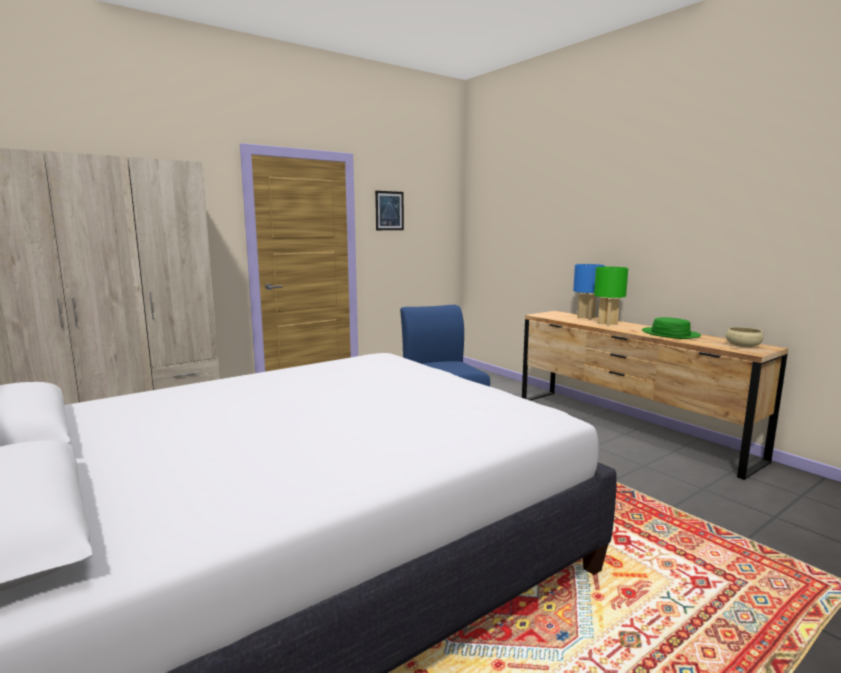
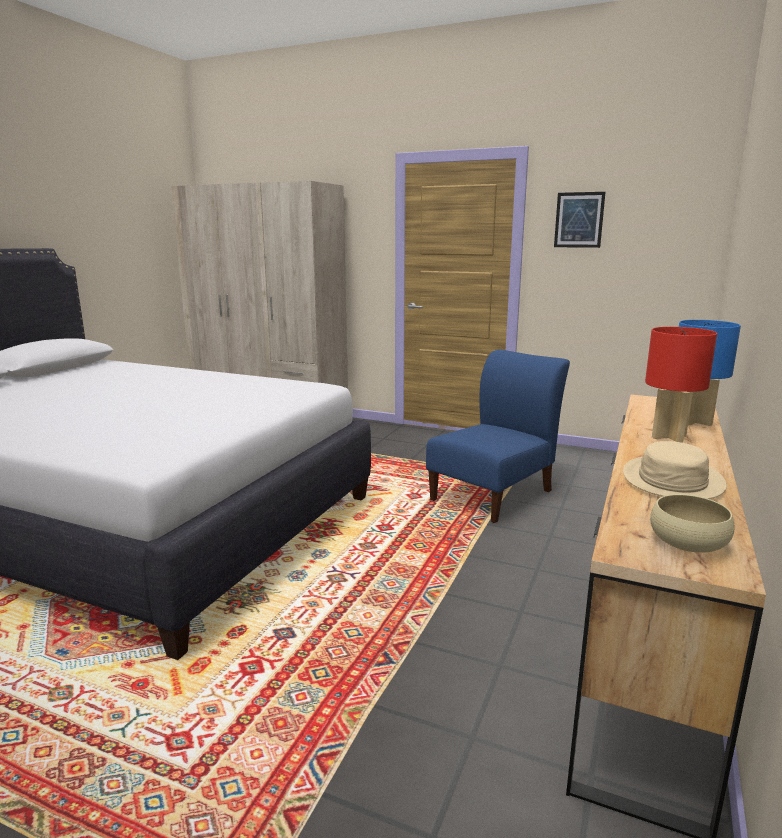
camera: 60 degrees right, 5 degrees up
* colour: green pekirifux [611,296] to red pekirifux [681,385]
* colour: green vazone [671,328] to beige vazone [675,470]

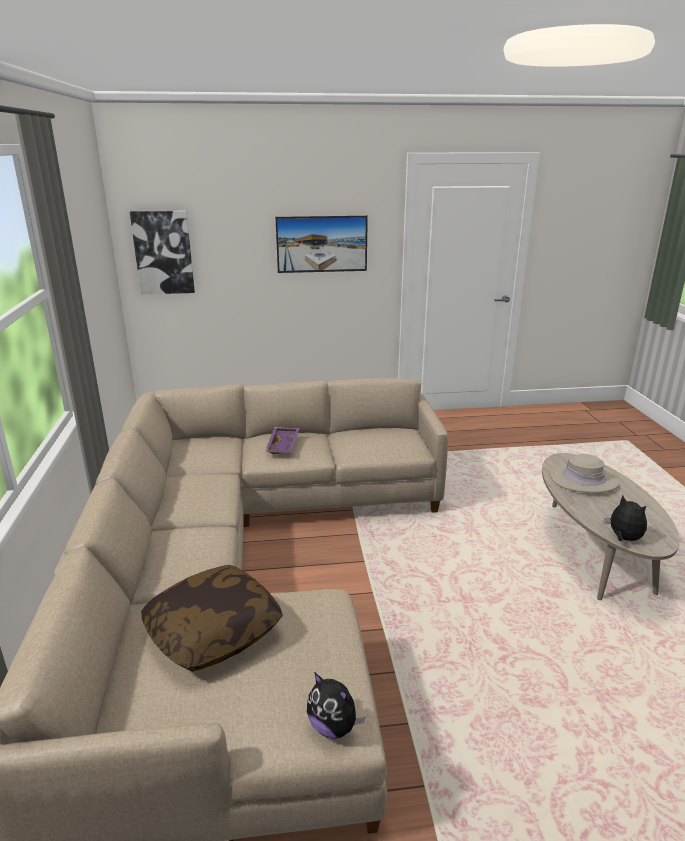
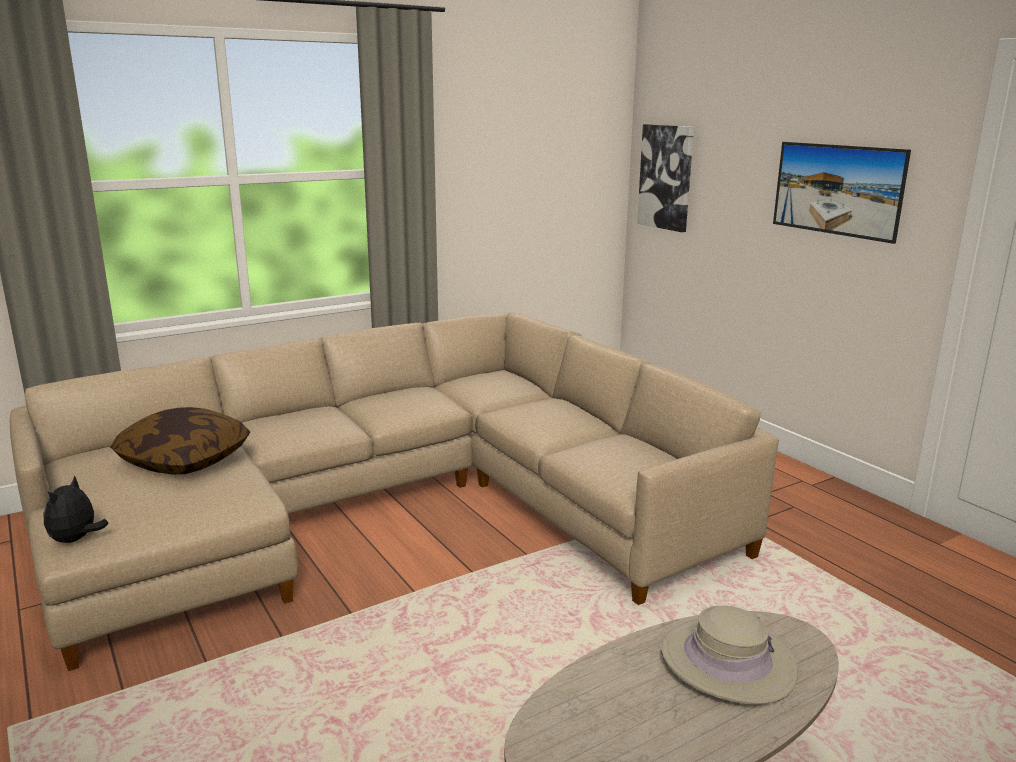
camera: 65 degrees right, 5 degrees down
* missing: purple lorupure [282,440]
* missing: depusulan [625,518]

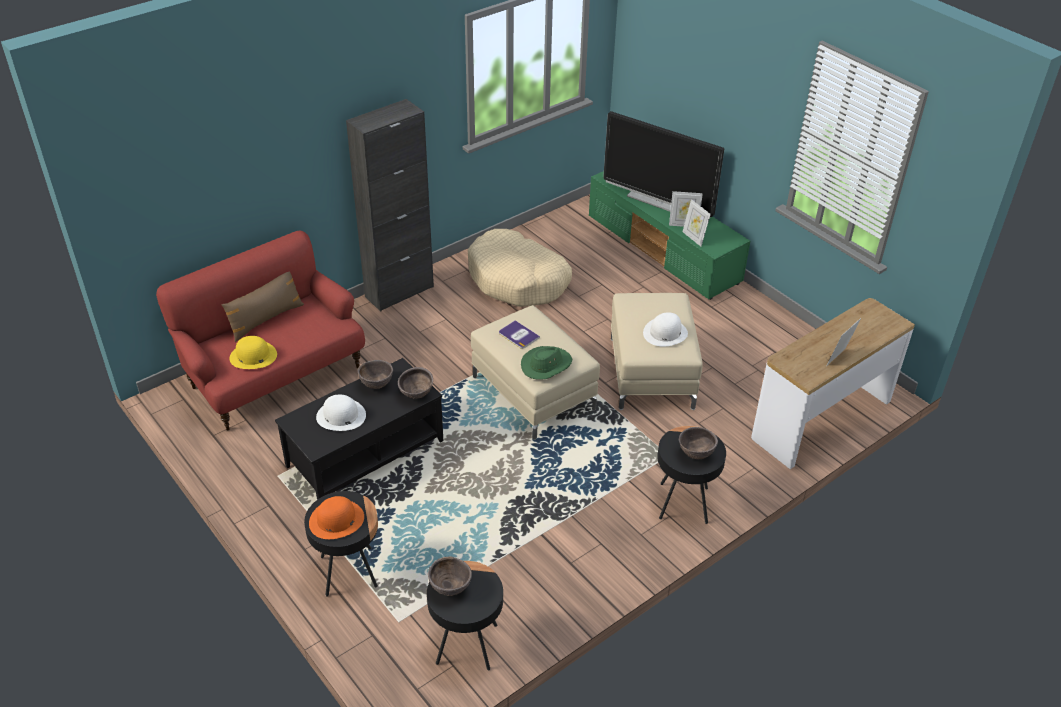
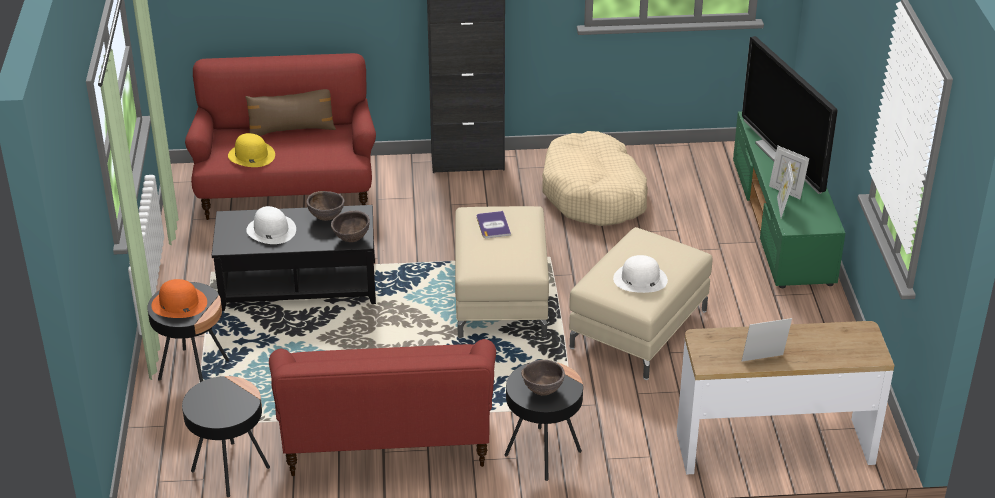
camera: 35 degrees right, 5 degrees down
* missing: green vazone [546,363]
* missing: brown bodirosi [450,576]
* appeared: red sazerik [382,407]

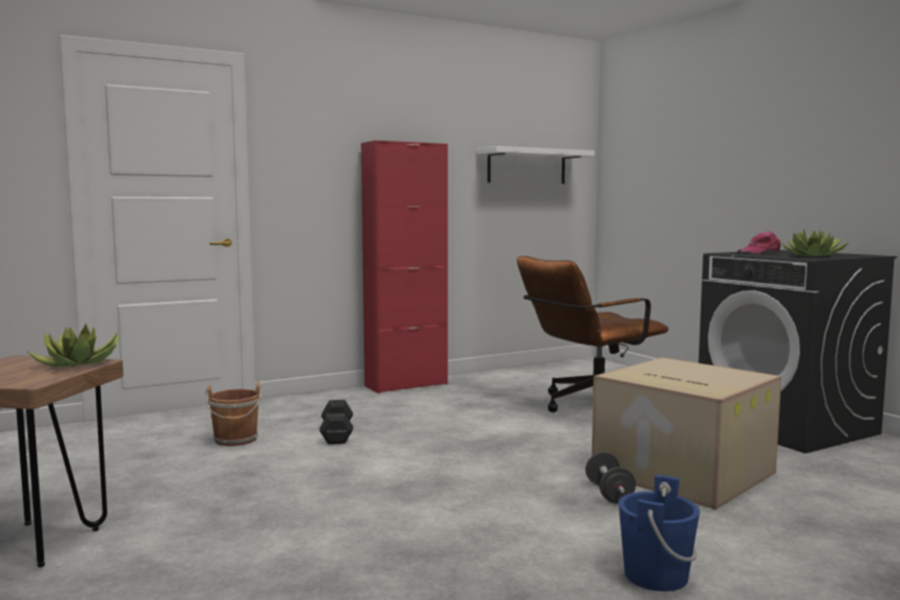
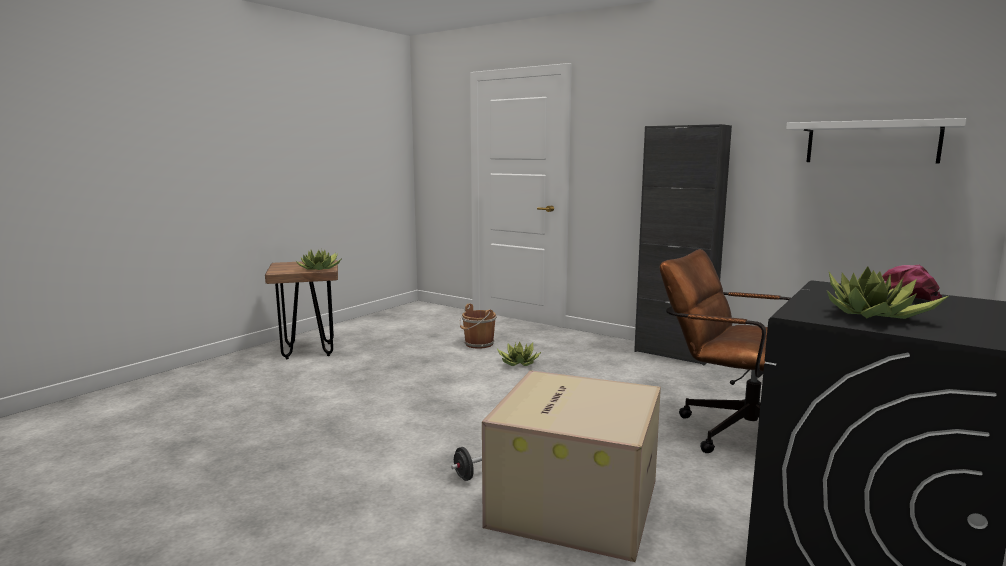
camera: 65 degrees right, 5 degrees up
* colour: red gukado [404,267] to black gukado [683,244]
* exchanged: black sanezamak [336,422] to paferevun [519,353]
* missing: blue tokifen [659,533]

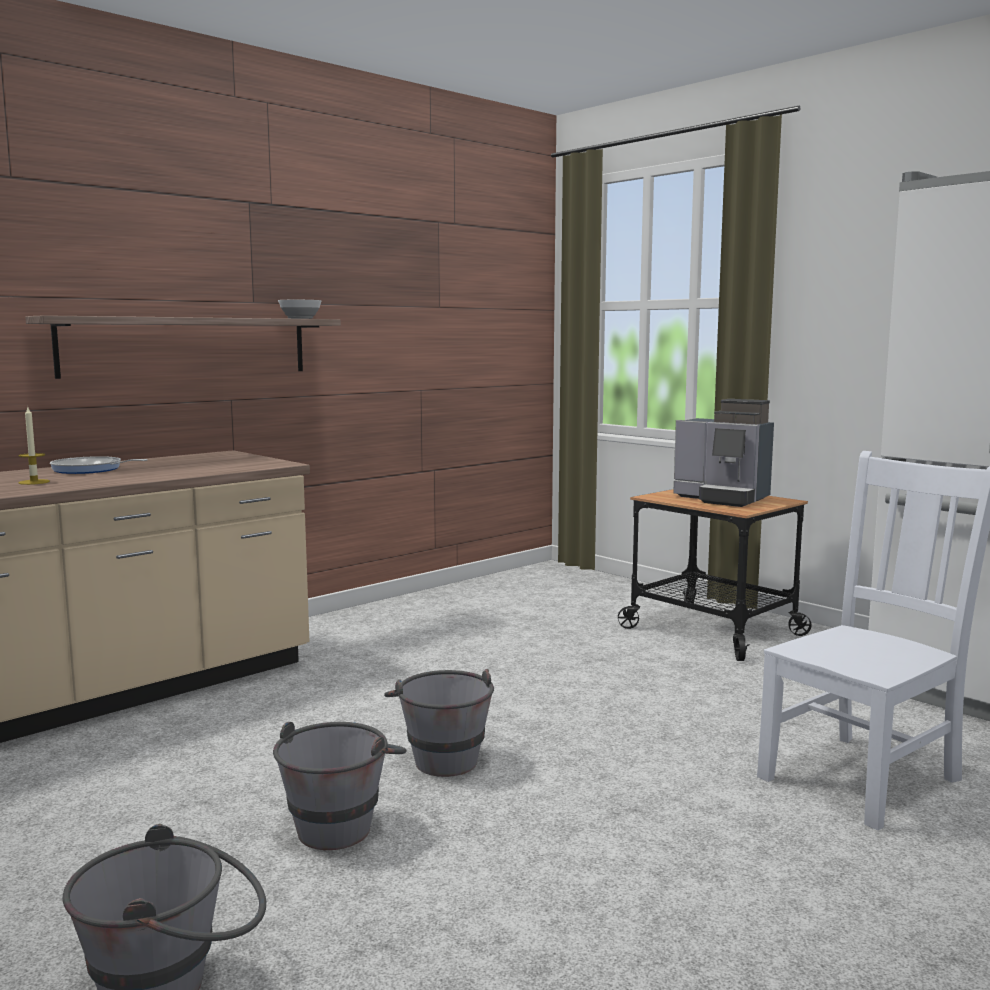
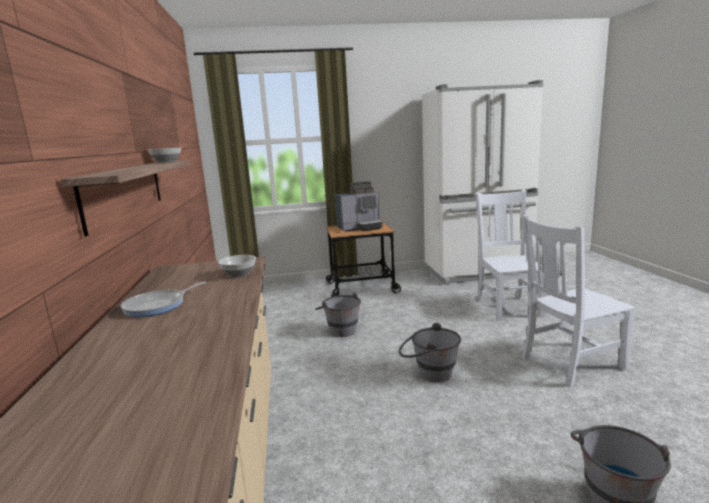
camera: 55 degrees left, 5 degrees up
* missing: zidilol [34,446]
* relocated: grey tokifen [340,786] to [338,315]
* appeared: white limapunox [579,301]
* appeared: bodirosi [237,266]

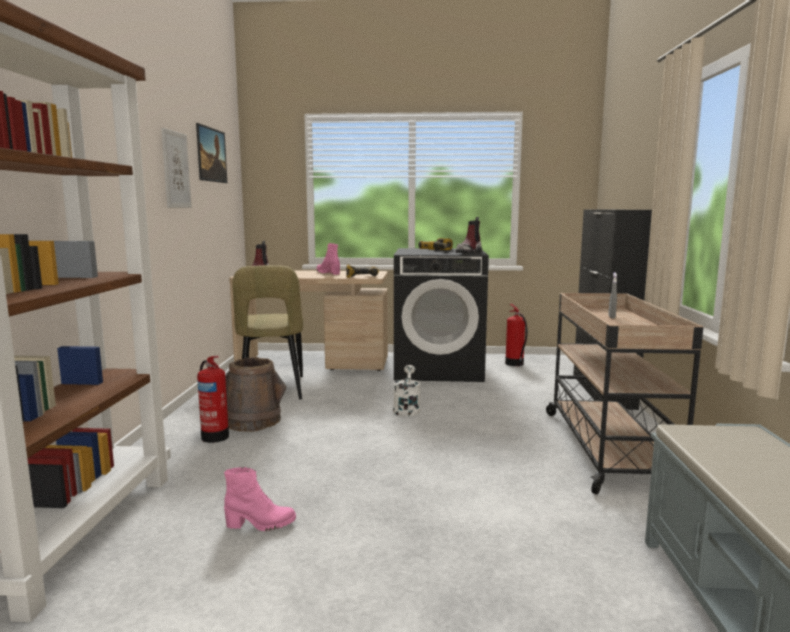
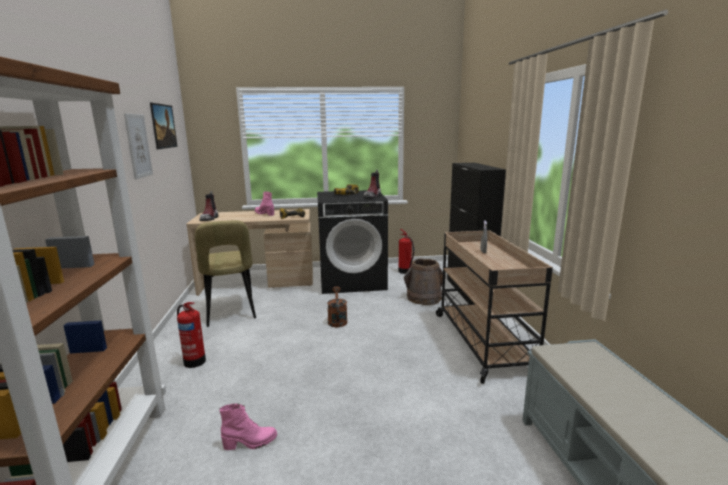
camera: 10 degrees left, 5 degrees up
* relocated: brown tokifen [255,394] to [425,281]
* colour: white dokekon [406,391] to brown dokekon [337,306]

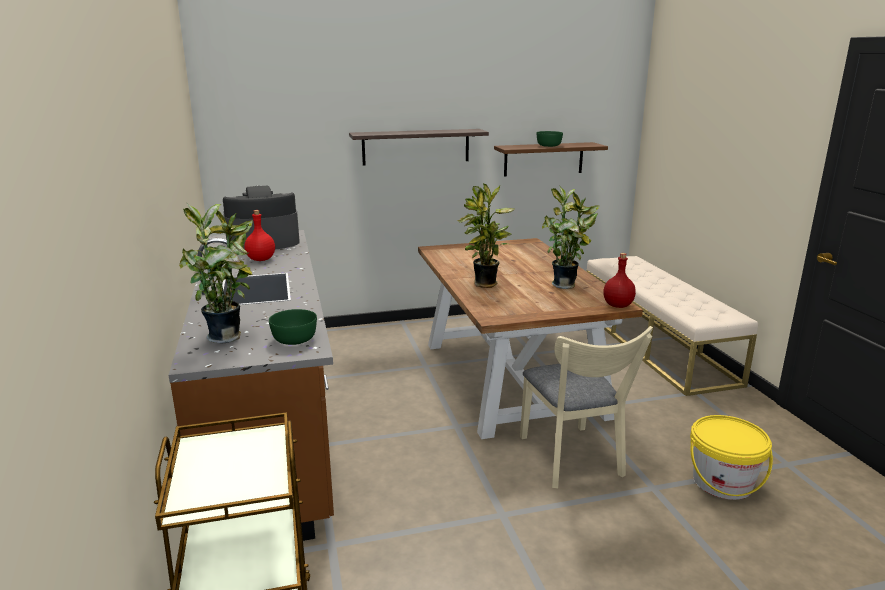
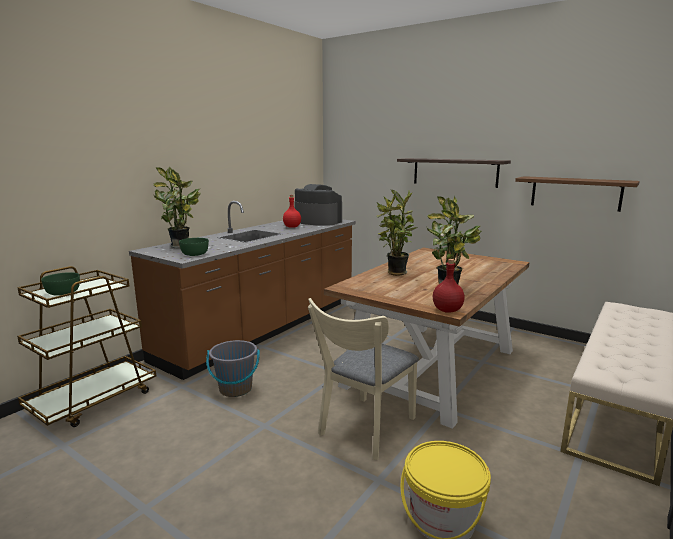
camera: 50 degrees right, 5 degrees down
* relocated: green bodirosi [550,139] to [60,283]
* appeared: grey tokifen [233,368]

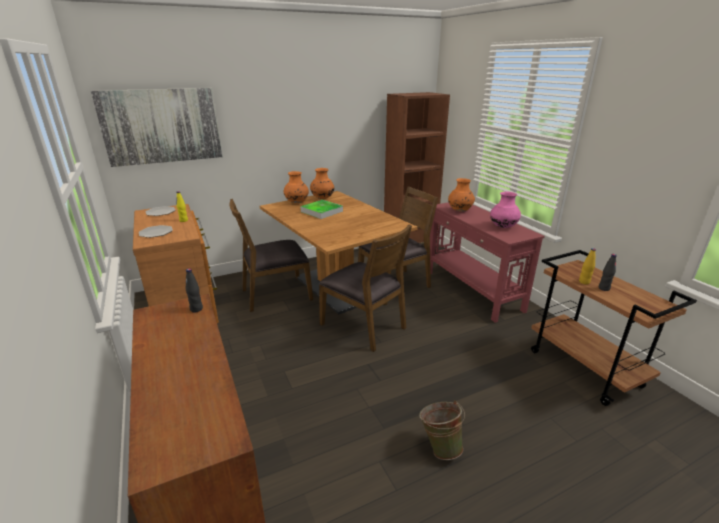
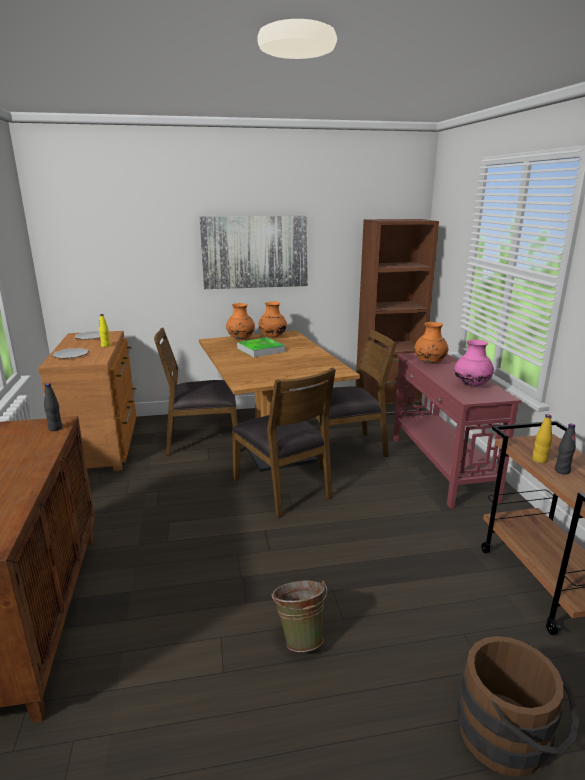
camera: 15 degrees right, 5 degrees down
* relocated: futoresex [156,127] to [254,252]
* appeared: brown tokifen [518,706]

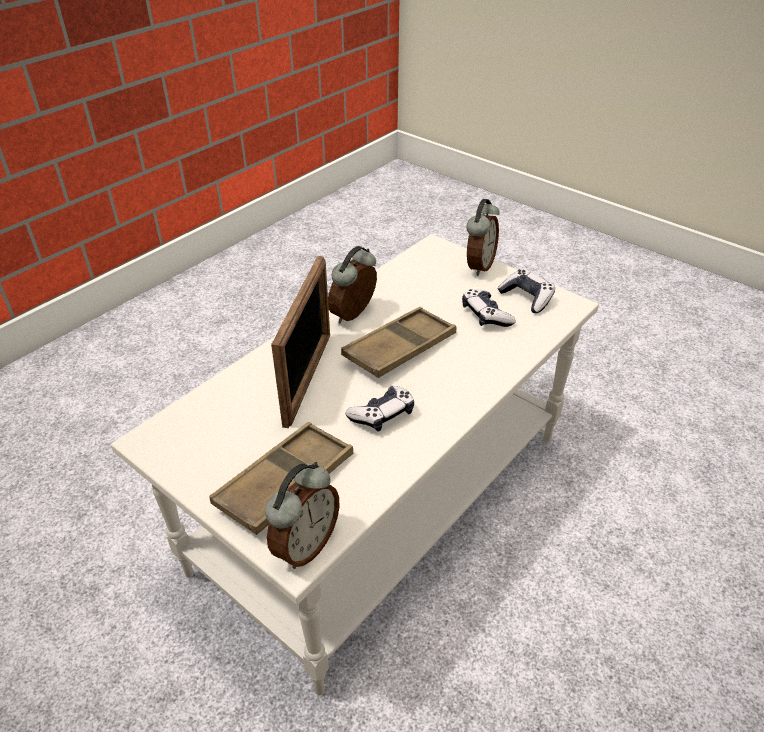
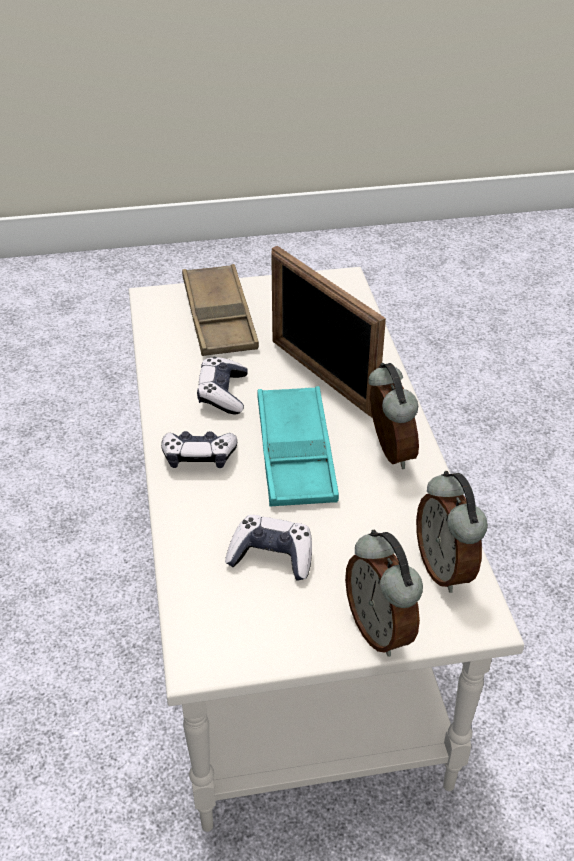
camera: 130 degrees right, 0 degrees up
* relocated: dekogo [526,291] to [199,449]
* colour: brown lorupure [399,342] to turquoise lorupure [298,446]
* relocated: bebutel [302,515] to [452,532]

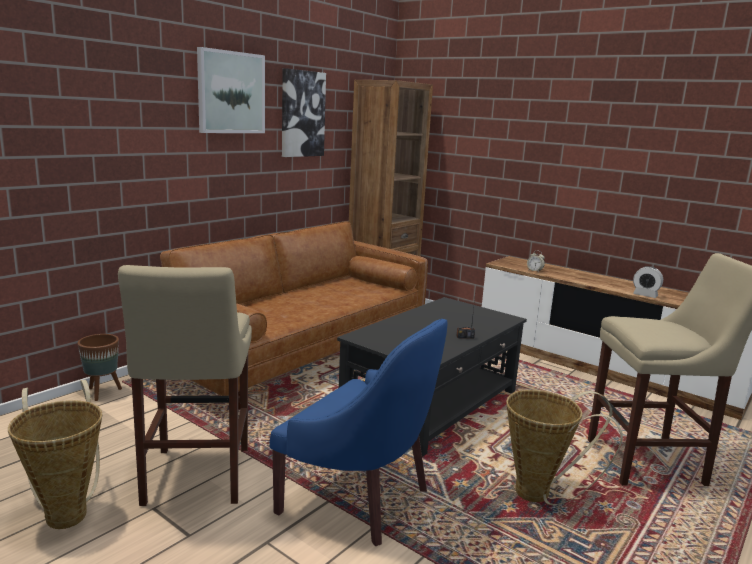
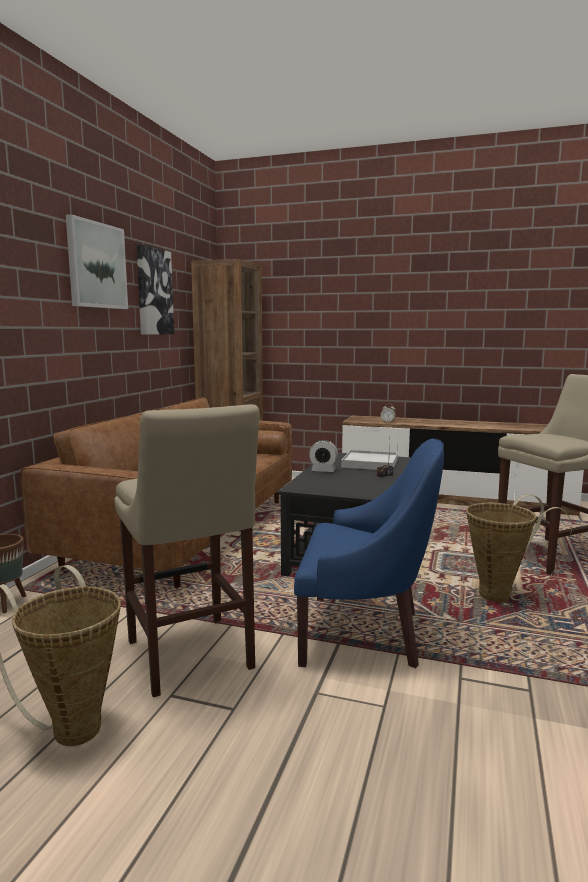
camera: 20 degrees left, 5 degrees down
* relocated: bebutel [648,282] to [323,456]
* appeared: white lorupure [369,460]

